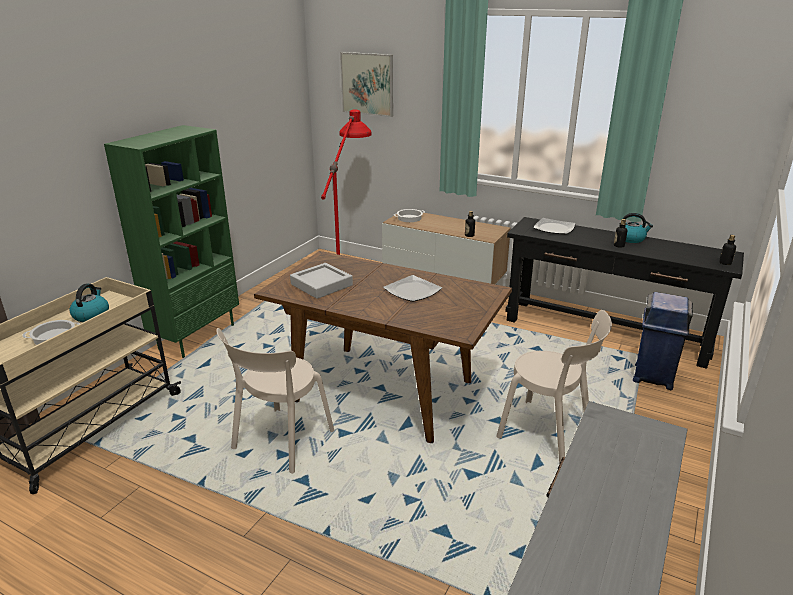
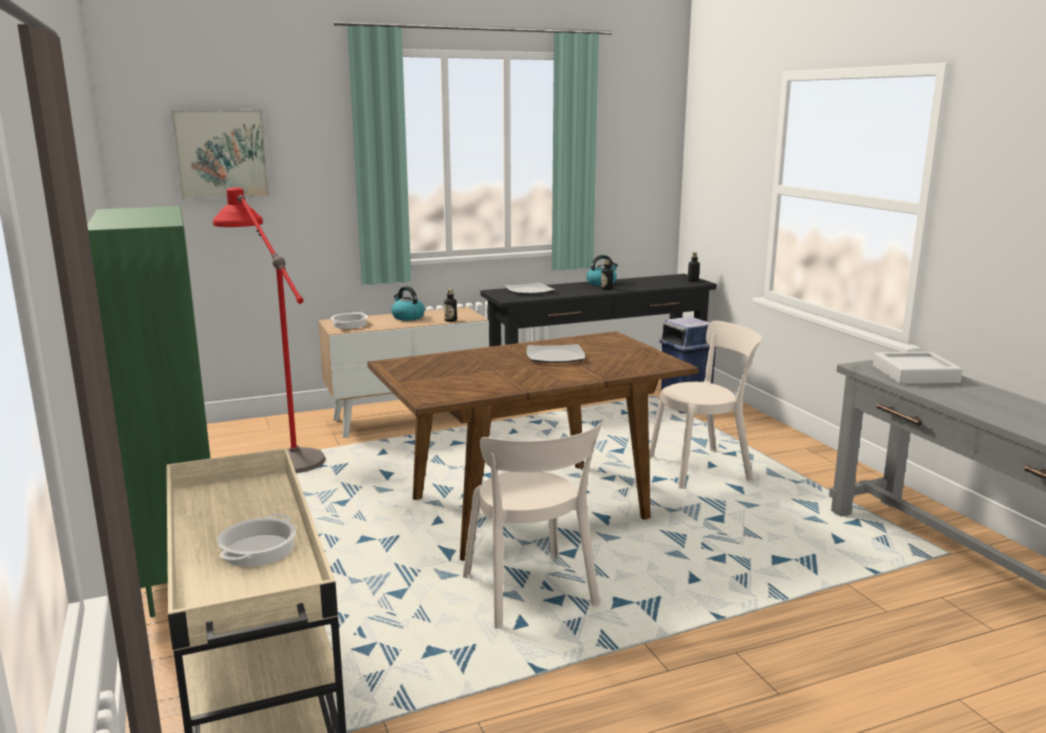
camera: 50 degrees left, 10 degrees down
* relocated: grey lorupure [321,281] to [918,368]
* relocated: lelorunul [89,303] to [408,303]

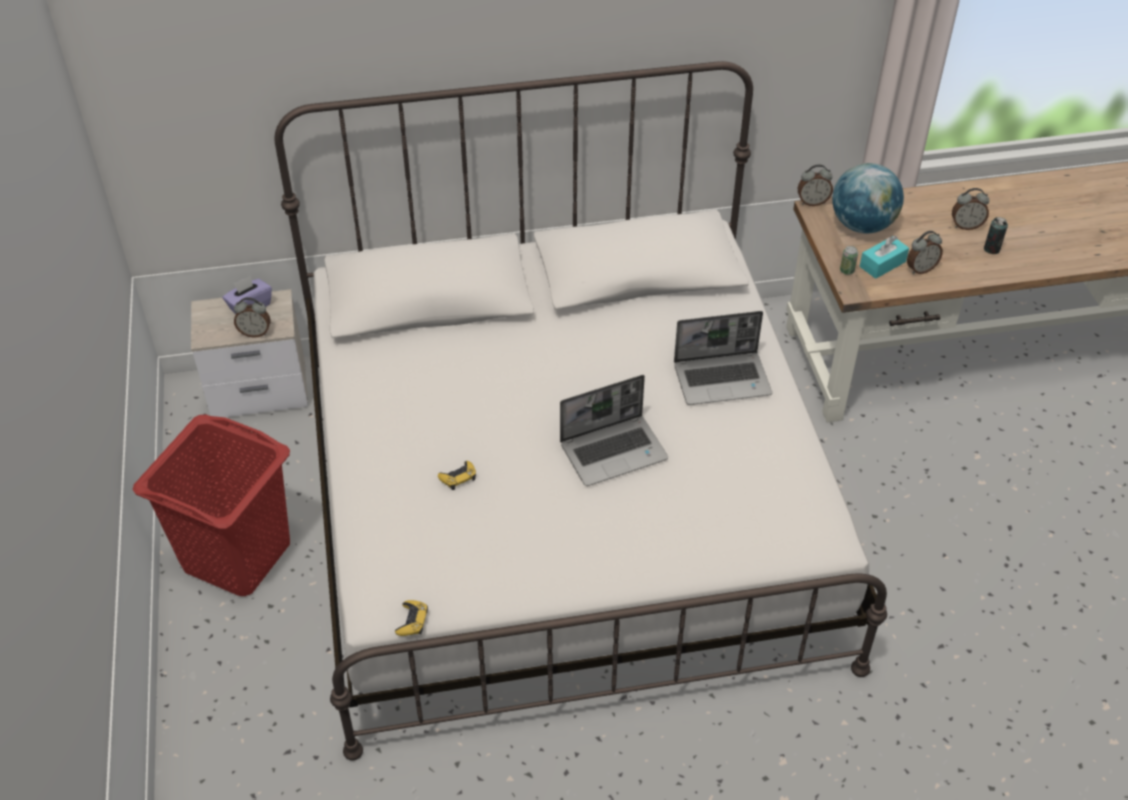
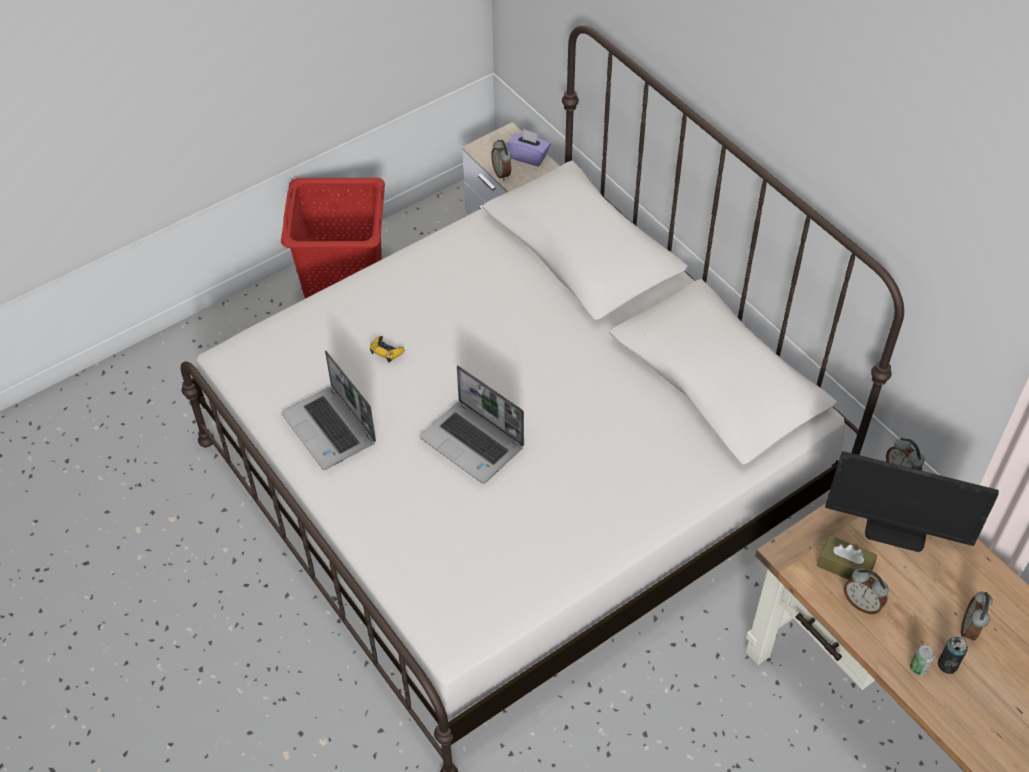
camera: 65 degrees right, 5 degrees up
* exchanged: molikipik [868,198] to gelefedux [912,501]
* spun: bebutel [970,209] = [977,616] 45 degrees clockwise
* colour: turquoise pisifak [884,257] to brown pisifak [847,557]
* relocated: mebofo [849,260] to [922,660]
* relocated: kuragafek [723,358] to [328,410]
* missing: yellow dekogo [411,618]

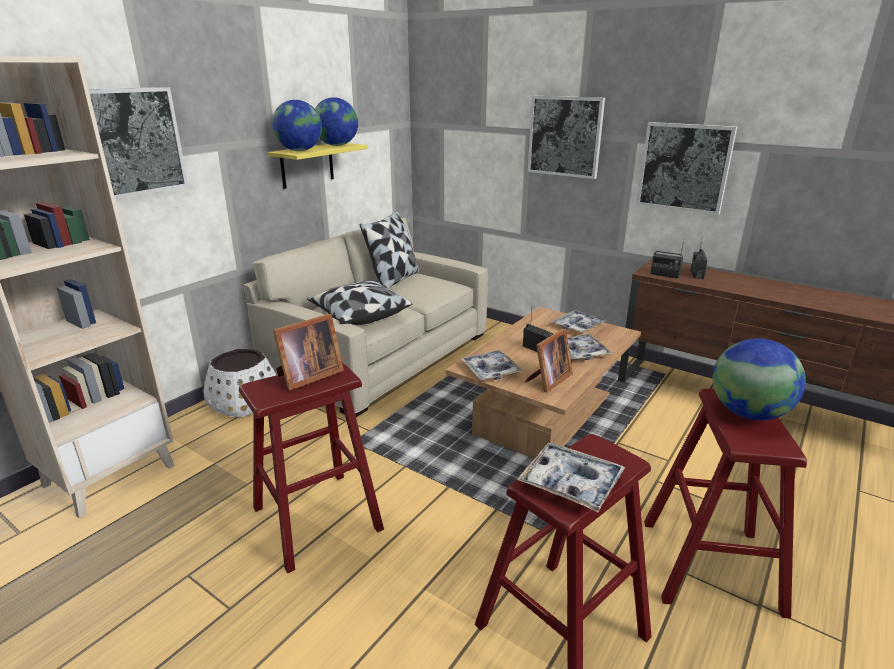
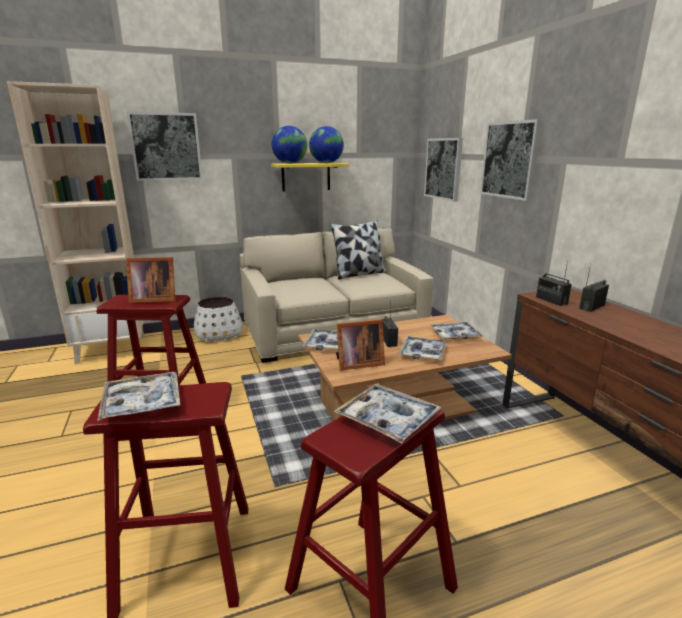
camera: 35 degrees right, 5 degrees down
* relocated: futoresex [687,168] to [443,170]
* missing: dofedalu [359,303]
* exchanged: molikipik [759,379] to lorupure [387,413]

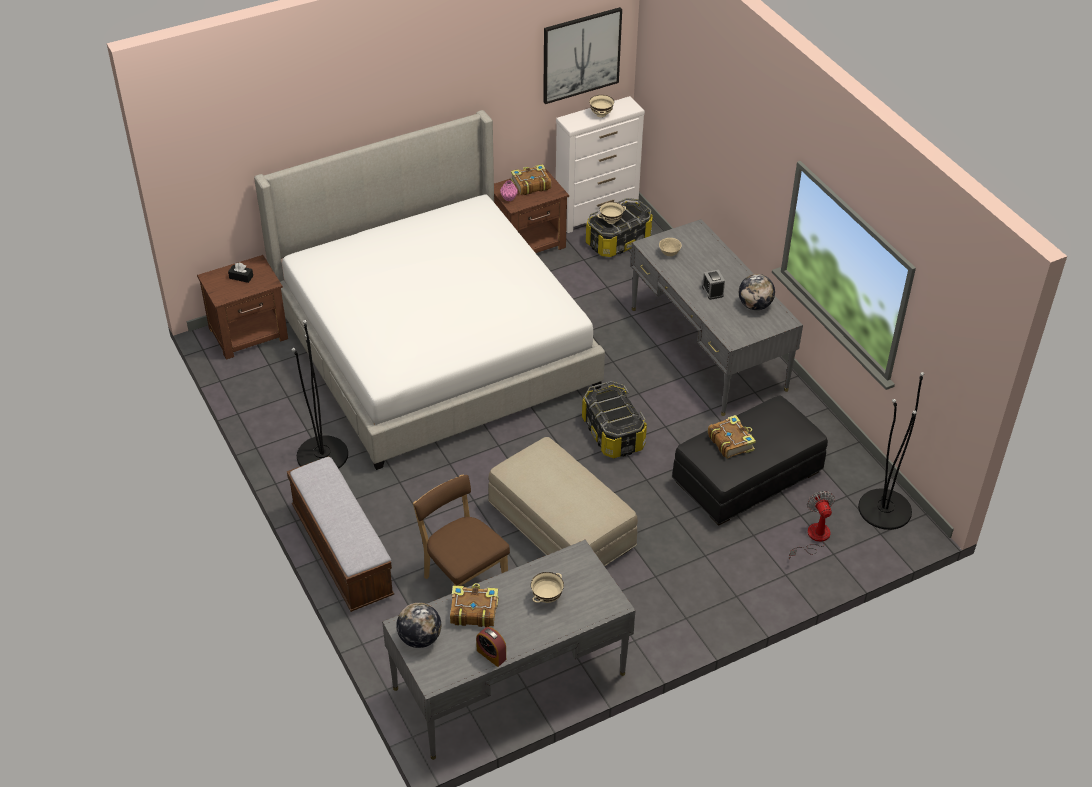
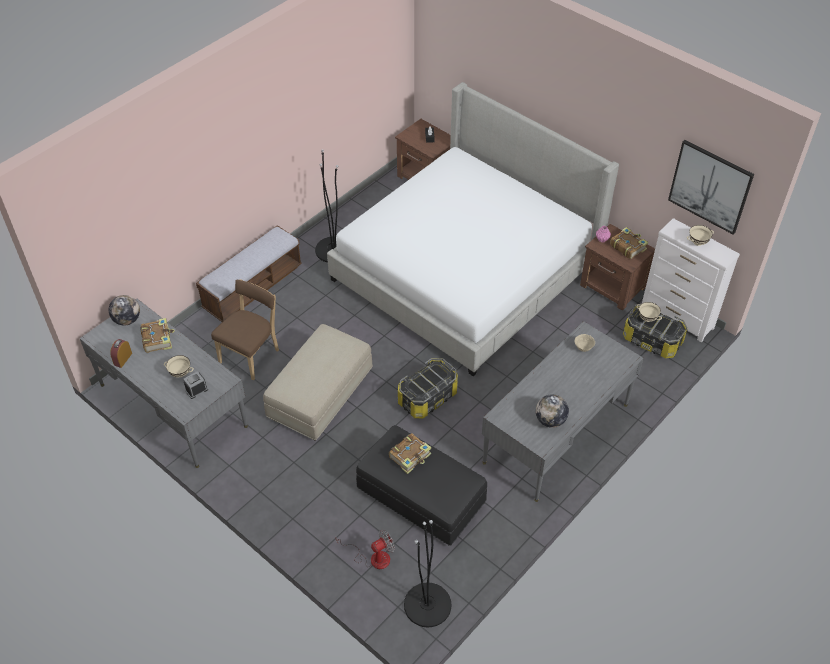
camera: 70 degrees right, 5 degrees up
* relocated: bebutel [713,285] to [195,385]

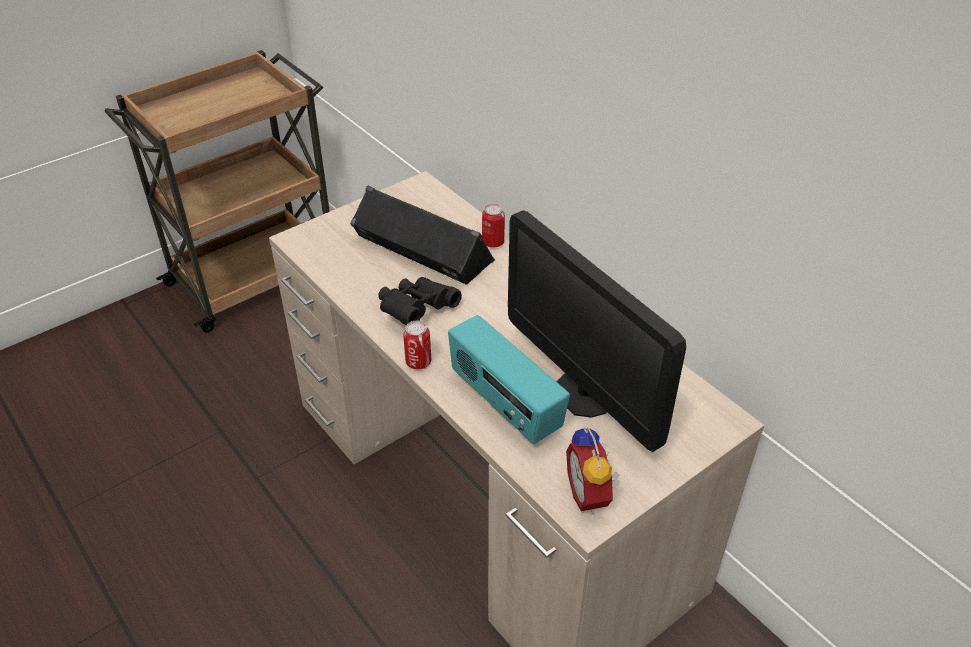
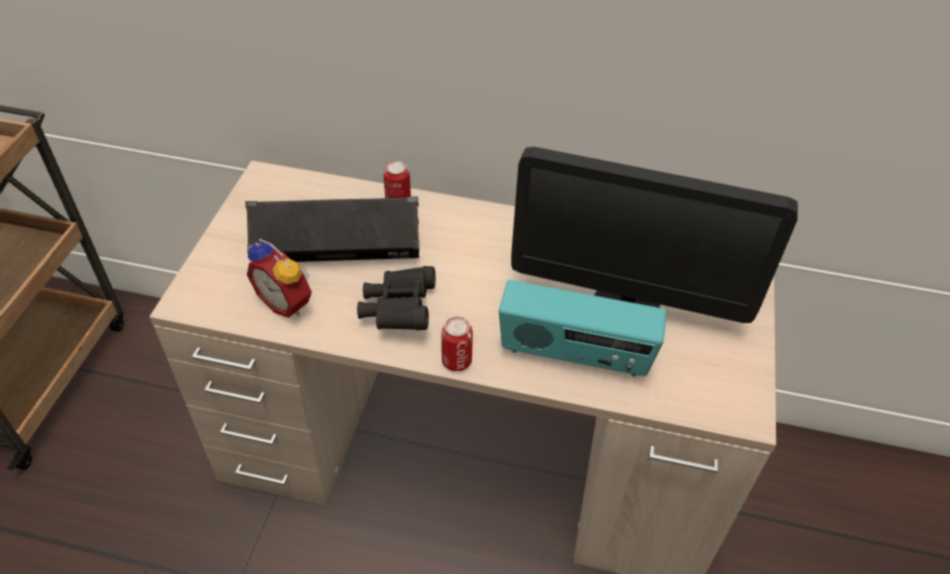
camera: 40 degrees left, 5 degrees up
* relocated: bebutel [593,470] to [279,278]

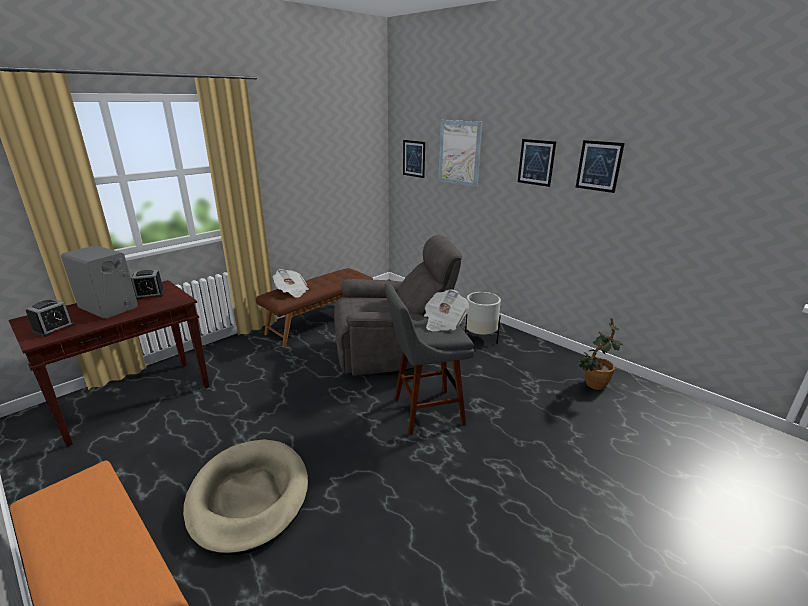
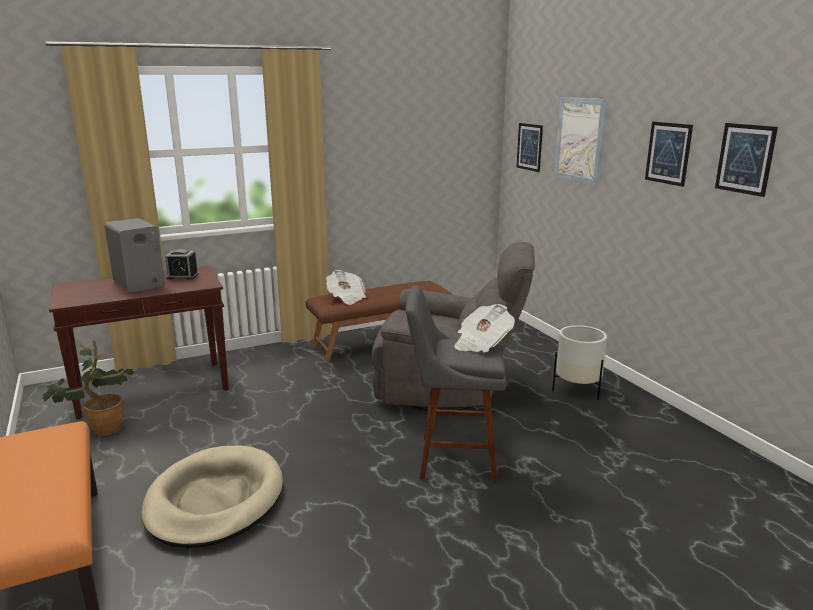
camera: 20 degrees right, 5 degrees down
* missing: bebutel [50,318]
* relocated: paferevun [600,354] to [88,388]

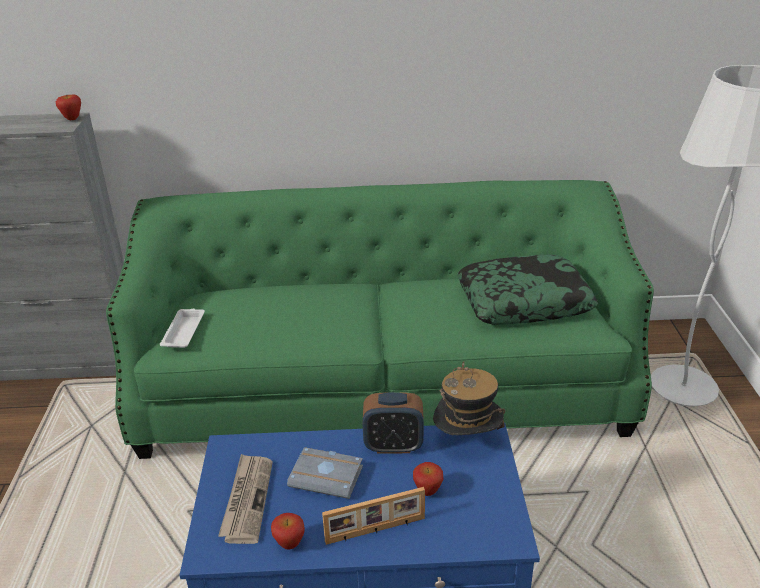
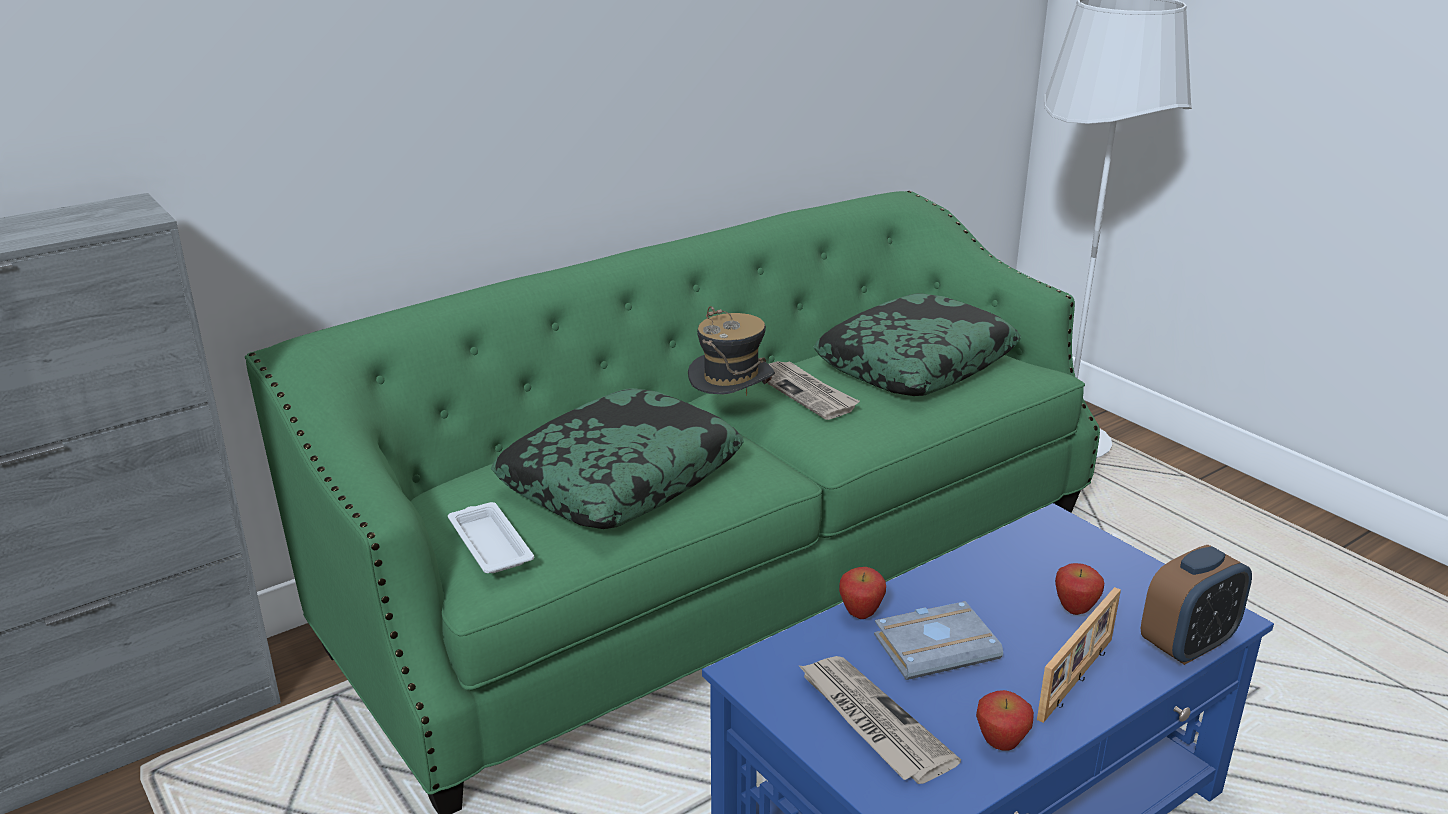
camera: 35 degrees left, 5 degrees down
* relocated: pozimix [68,107] to [862,593]
* relocated: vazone [469,398] to [731,351]
* relocated: bebutel [393,423] to [1196,605]
* appeared: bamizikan [813,390]
* appeared: dofedalu [617,458]

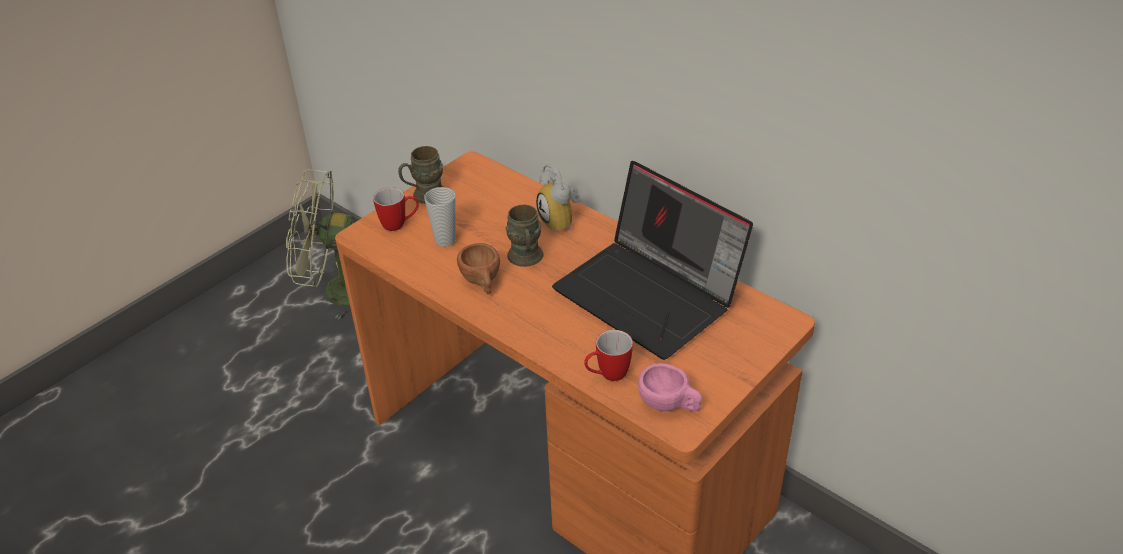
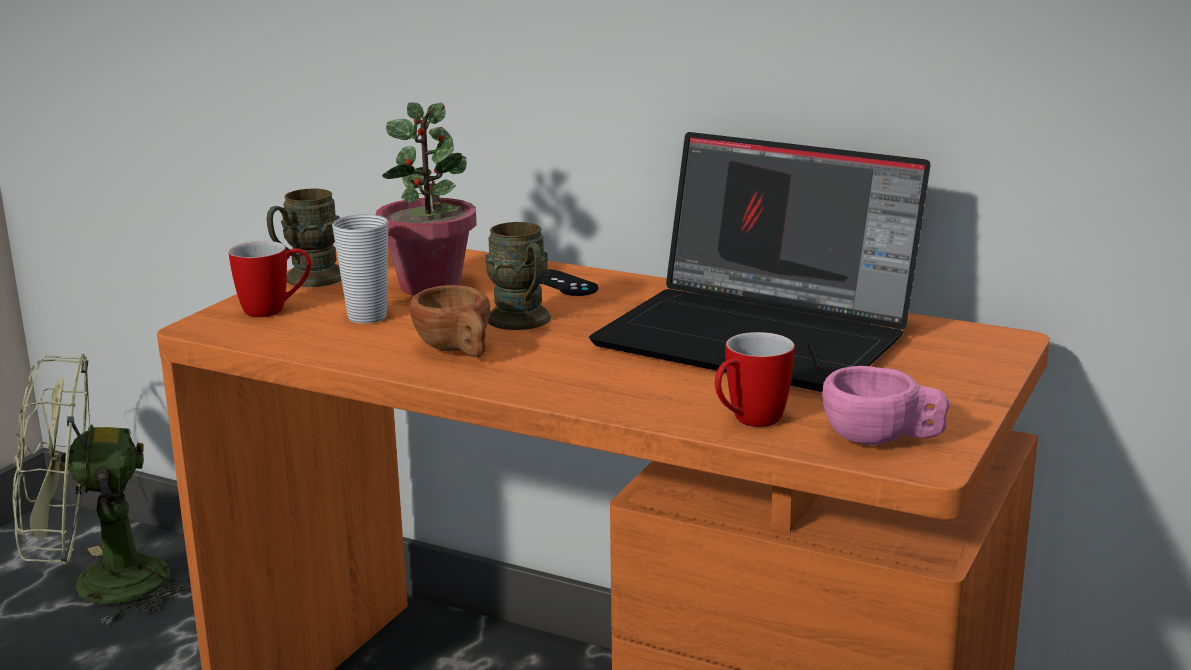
camera: 15 degrees left, 20 degrees down
* exchanged: bebutel [558,198] to black dekogo [569,282]
* appeared: paferevun [426,199]

